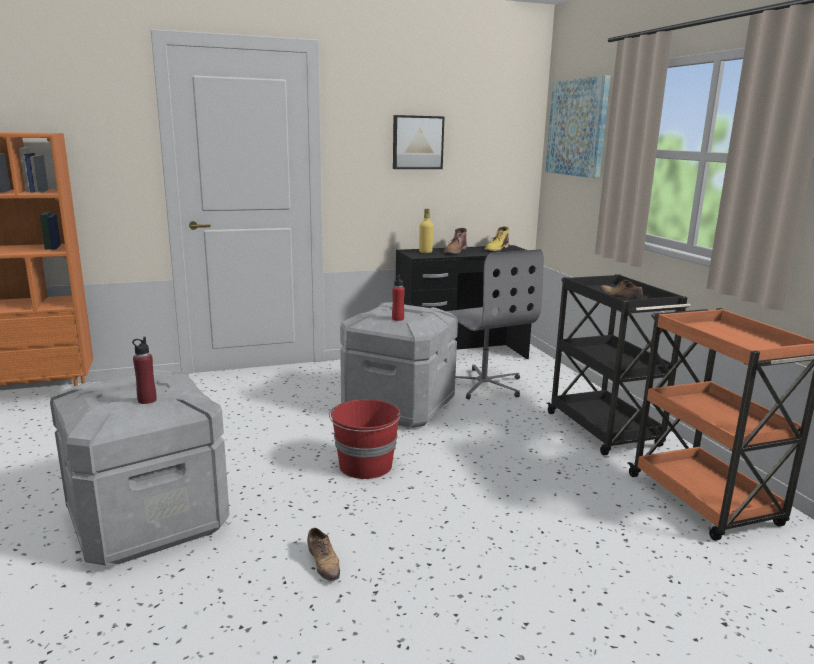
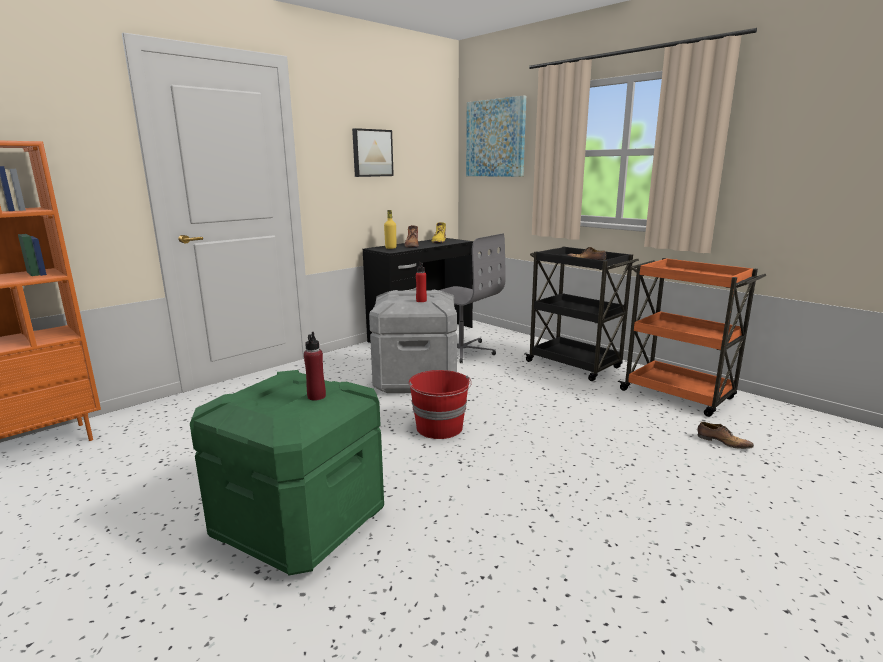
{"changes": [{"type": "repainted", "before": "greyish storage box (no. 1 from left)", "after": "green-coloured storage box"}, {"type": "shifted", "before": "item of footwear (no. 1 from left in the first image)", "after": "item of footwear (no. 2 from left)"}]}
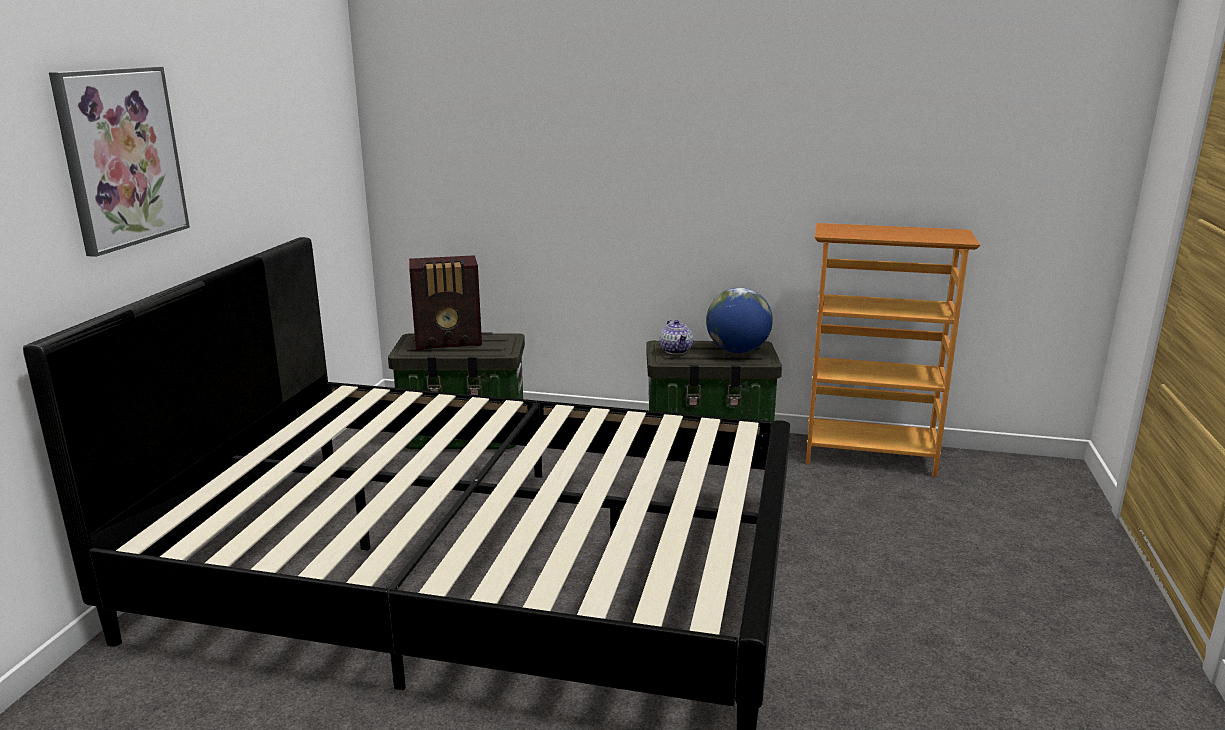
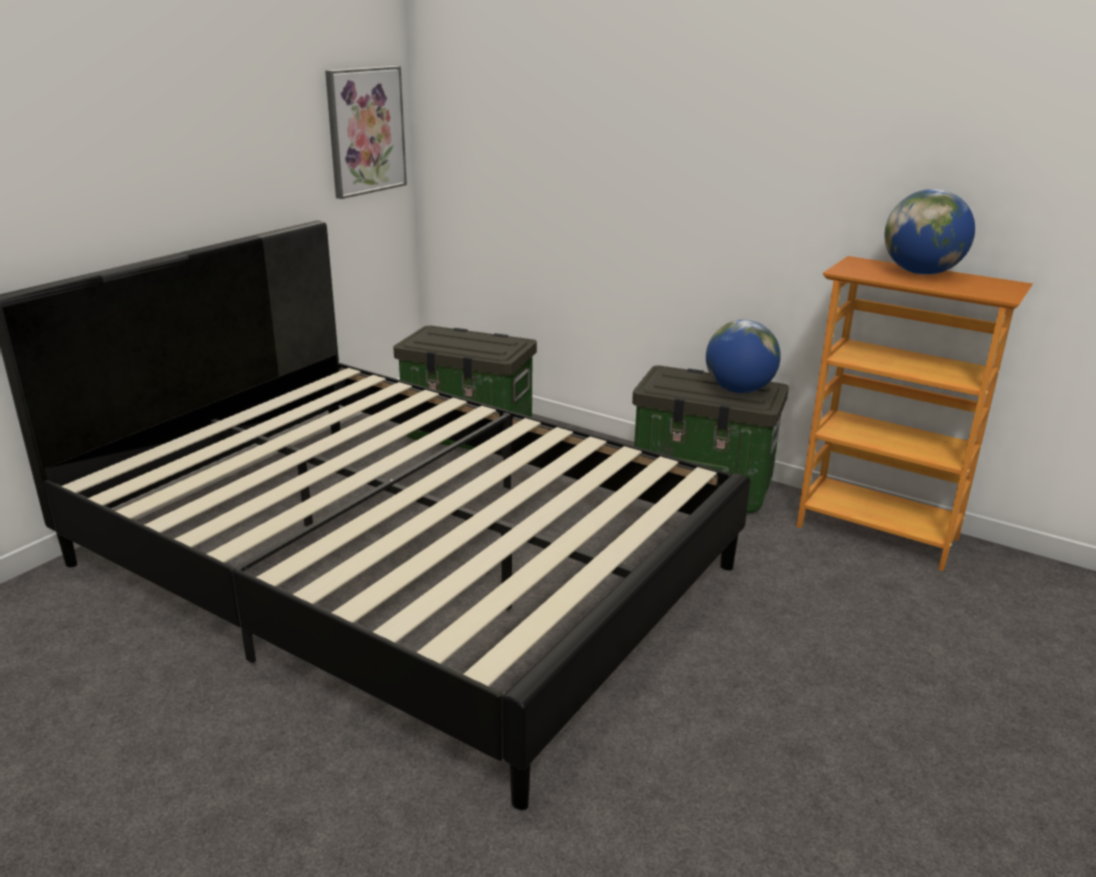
{"changes": [{"type": "shifted", "before": "picture"}, {"type": "gone", "before": "radio set"}, {"type": "gone", "before": "teapot"}, {"type": "new", "after": "world globe (no. 2 from left)"}]}
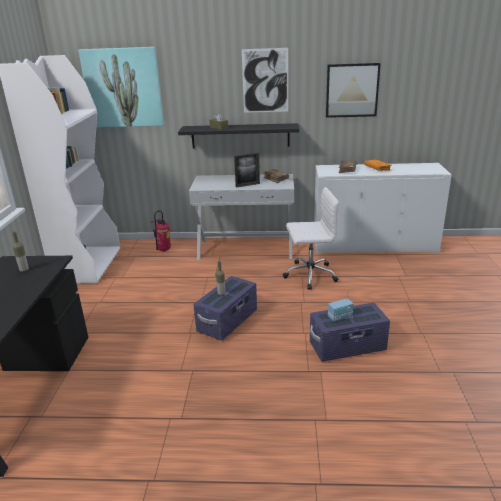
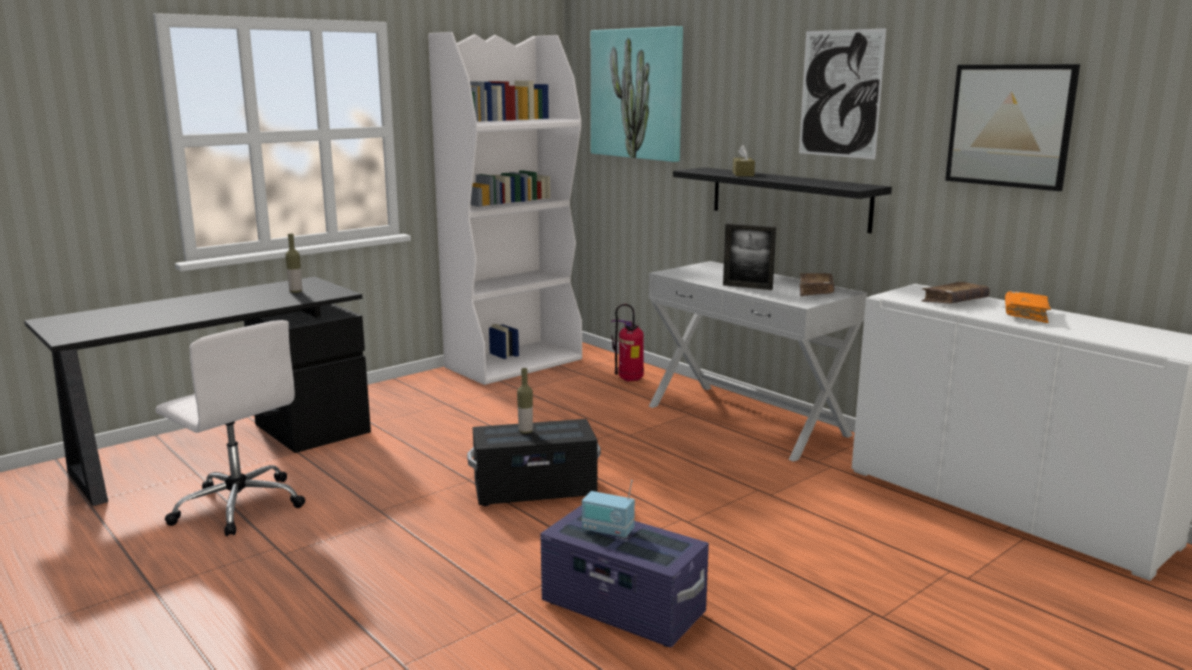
{"changes": [{"type": "shifted", "before": "whitish office chair"}, {"type": "repainted", "before": "purple storage box (no. 1 from left)", "after": "blackish storage box"}]}
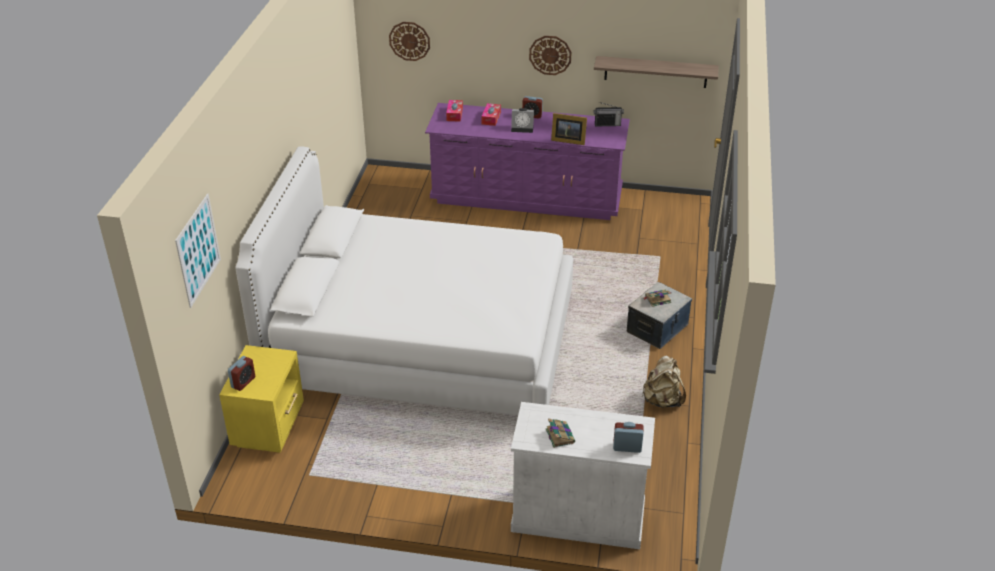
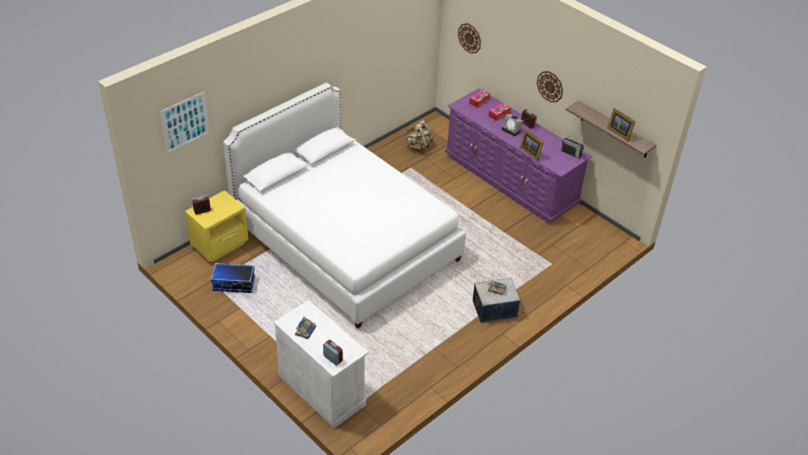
{"changes": [{"type": "shifted", "before": "sand-coloured rucksack"}, {"type": "new", "after": "standing frame (no. 2 from left)"}, {"type": "new", "after": "storage box (no. 1 from left)"}]}
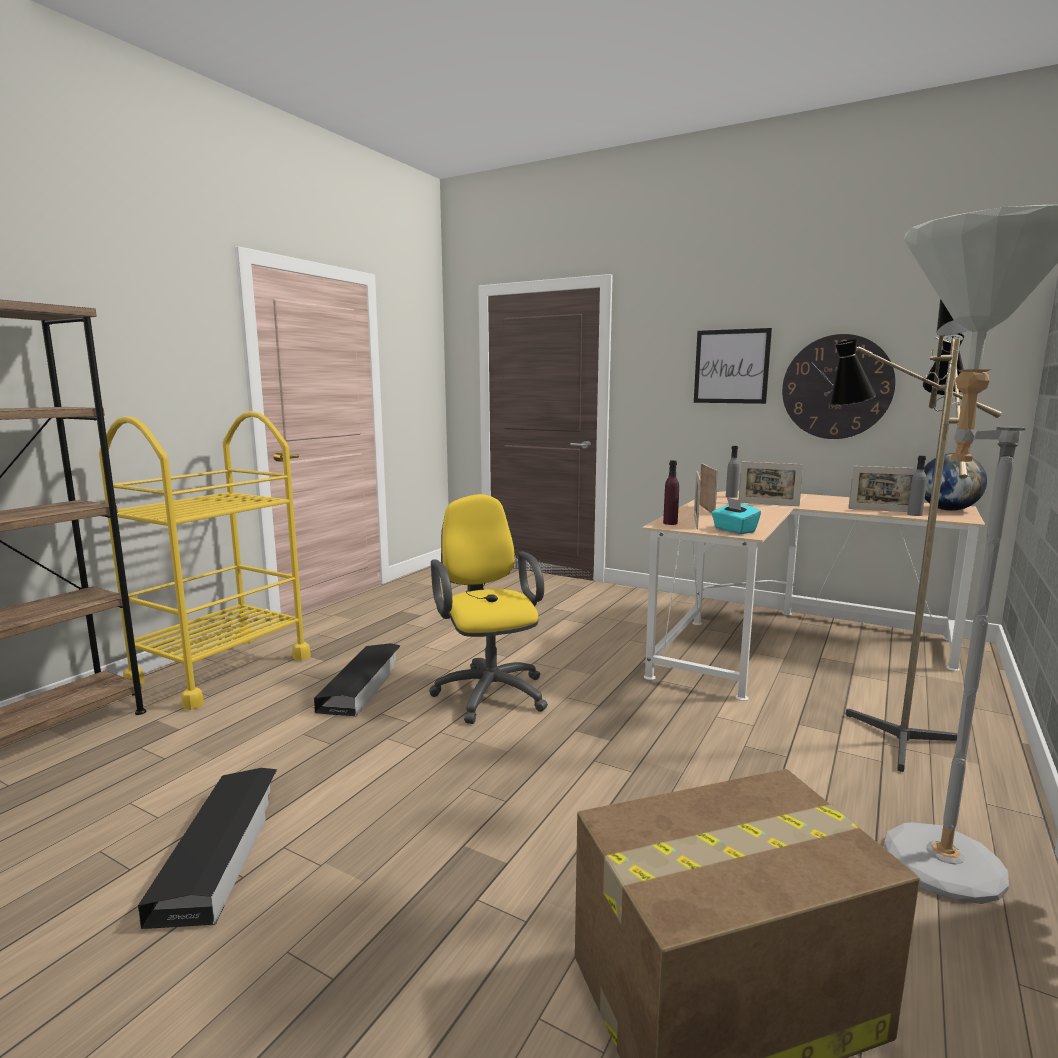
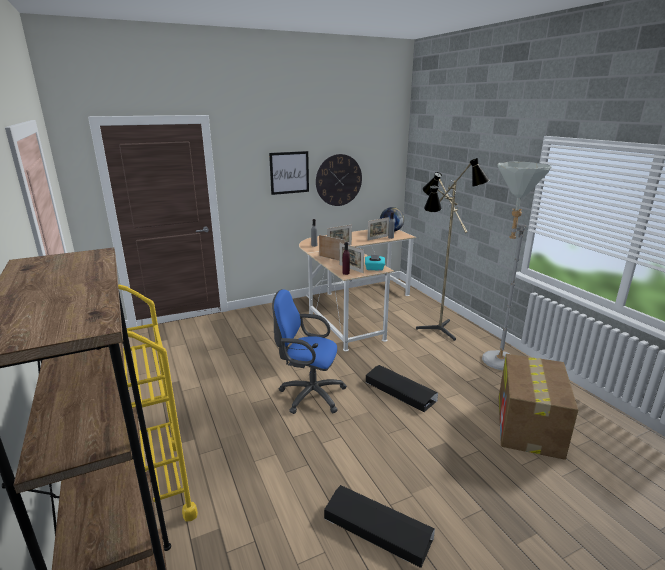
{"changes": [{"type": "repainted", "before": "yellow office chair", "after": "bluish office chair"}, {"type": "shifted", "before": "blackish storage box (no. 2 from left)"}]}
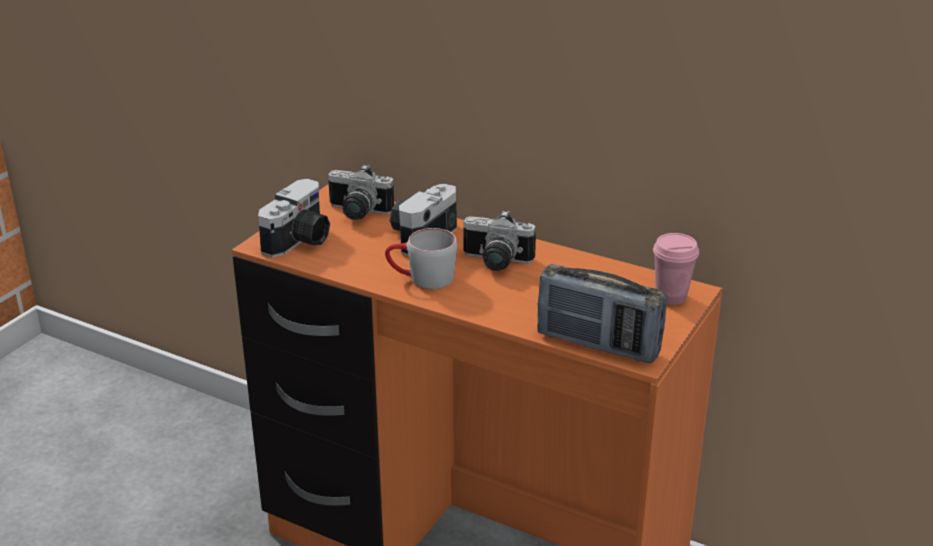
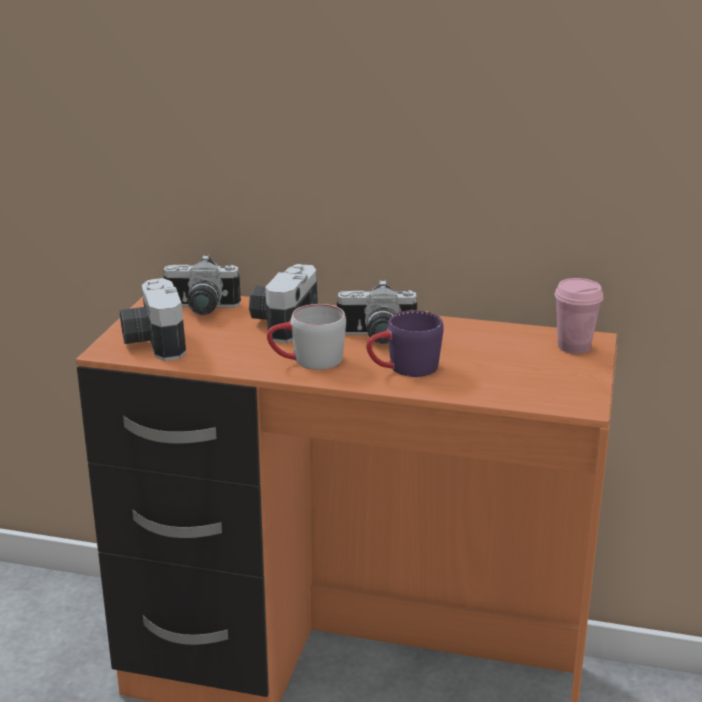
{"changes": [{"type": "rotated", "before": "still camera (no. 1 from left)", "turn": 150}, {"type": "gone", "before": "radio set"}, {"type": "new", "after": "purple mug"}]}
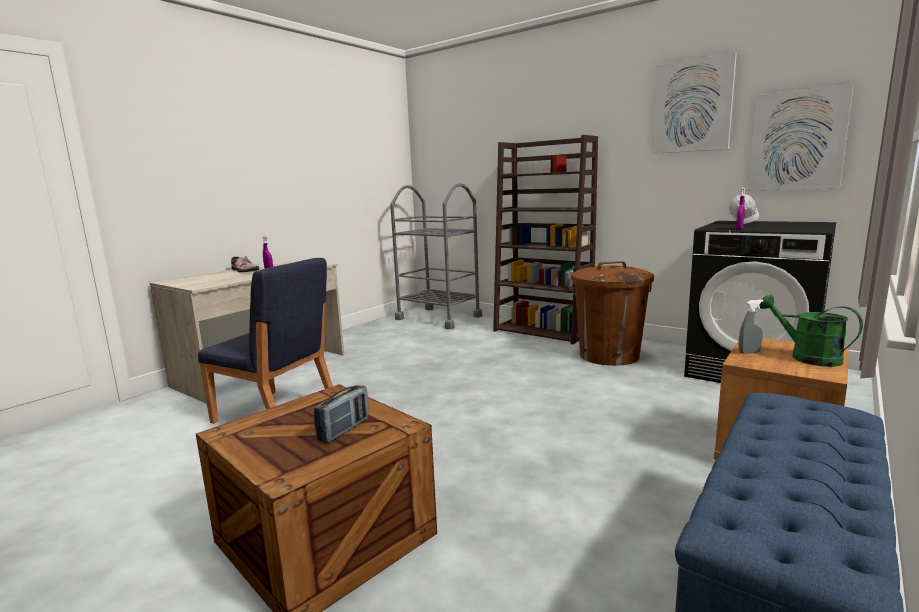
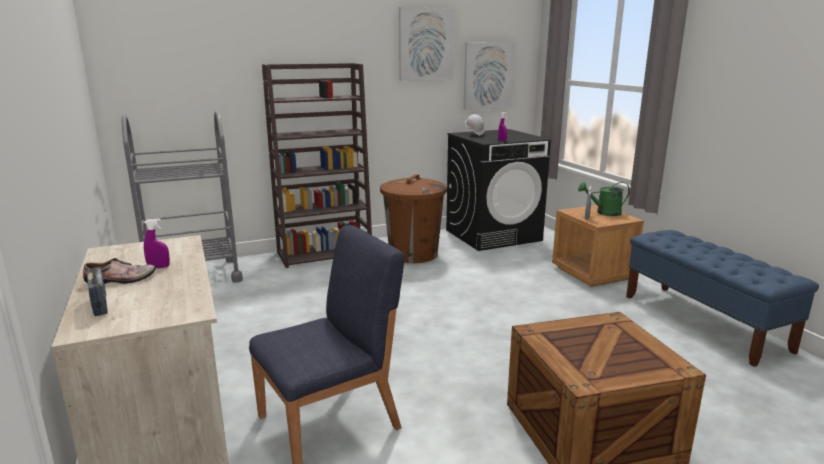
{"changes": [{"type": "shifted", "before": "radio set"}]}
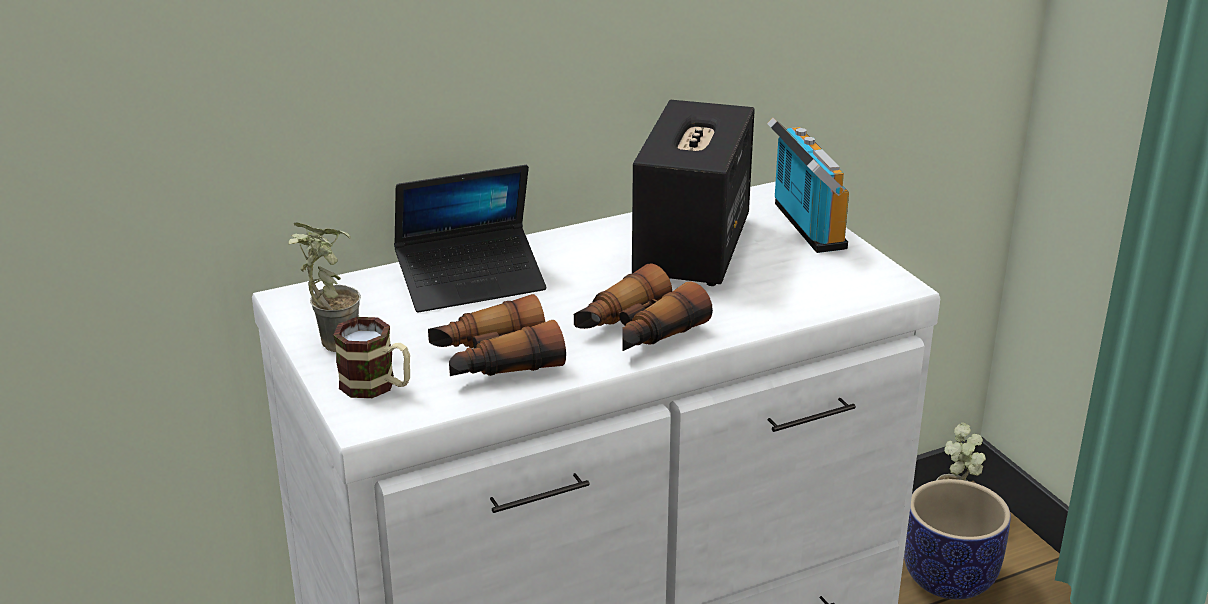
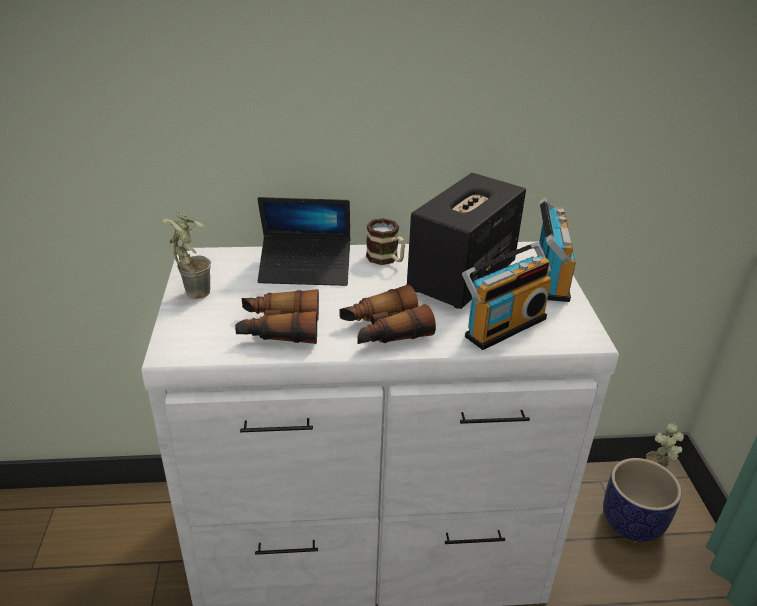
{"changes": [{"type": "shifted", "before": "mug"}, {"type": "new", "after": "radio set (no. 1 from left)"}]}
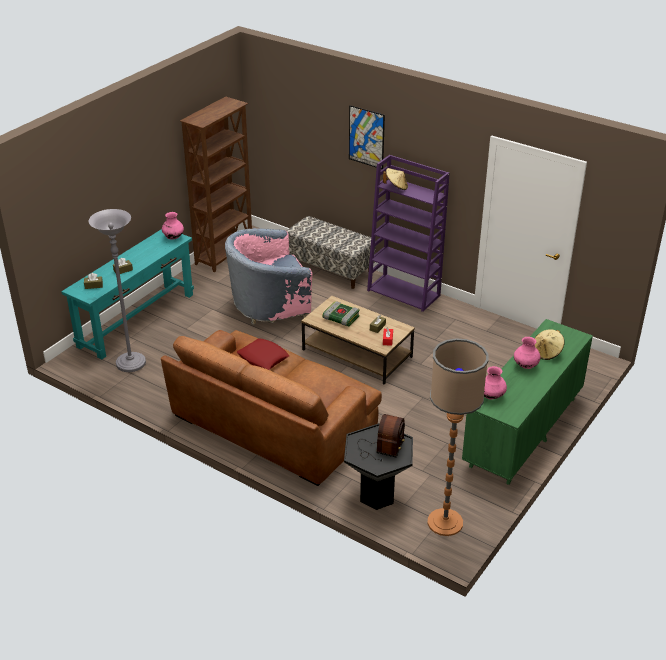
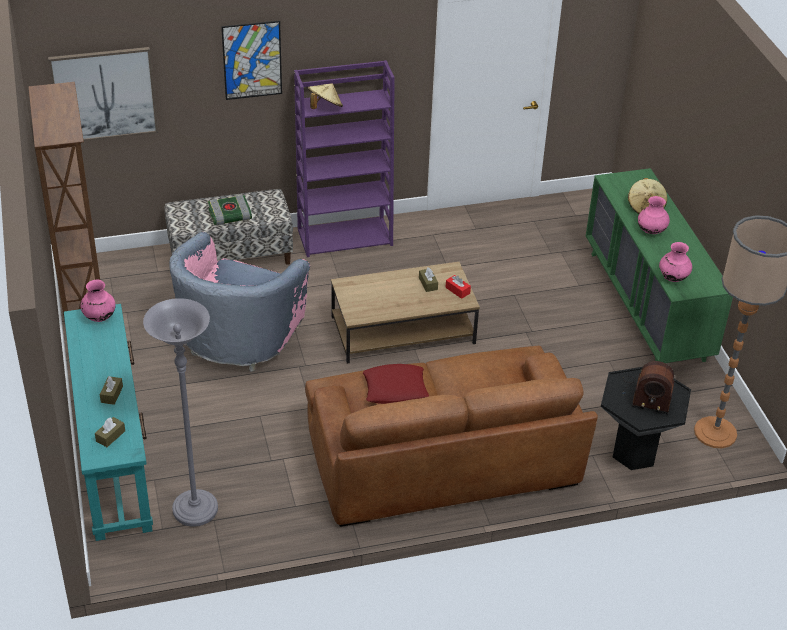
{"changes": [{"type": "shifted", "before": "book"}, {"type": "rotated", "before": "radio set", "turn": 135}, {"type": "new", "after": "picture (no. 1 from left)"}]}
